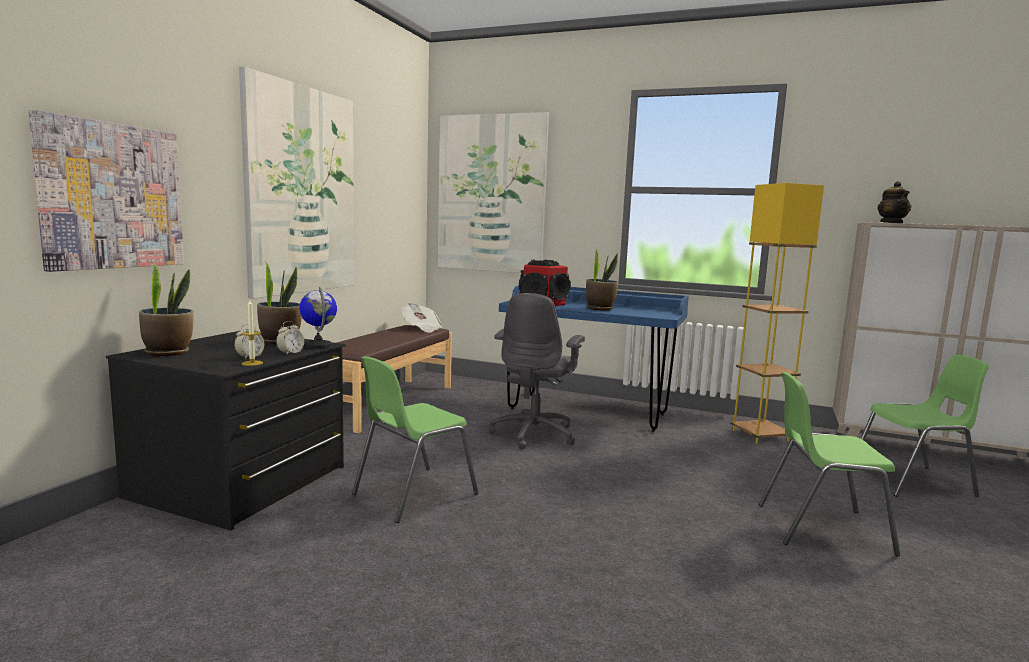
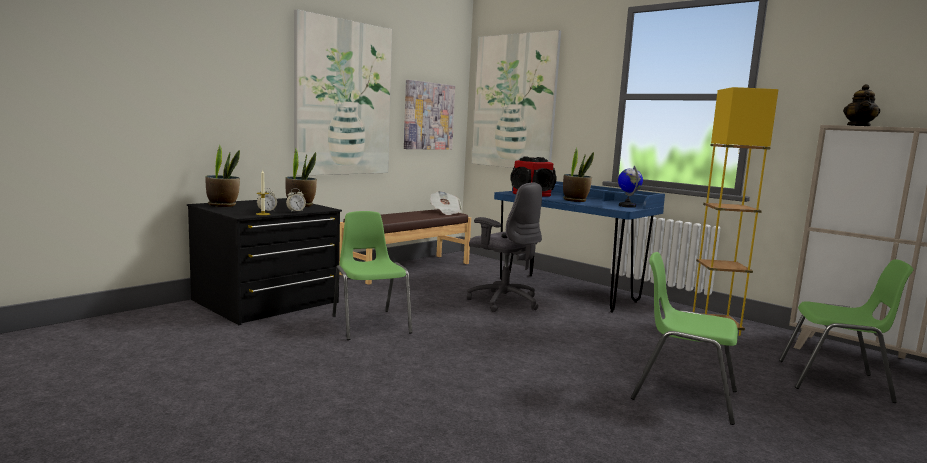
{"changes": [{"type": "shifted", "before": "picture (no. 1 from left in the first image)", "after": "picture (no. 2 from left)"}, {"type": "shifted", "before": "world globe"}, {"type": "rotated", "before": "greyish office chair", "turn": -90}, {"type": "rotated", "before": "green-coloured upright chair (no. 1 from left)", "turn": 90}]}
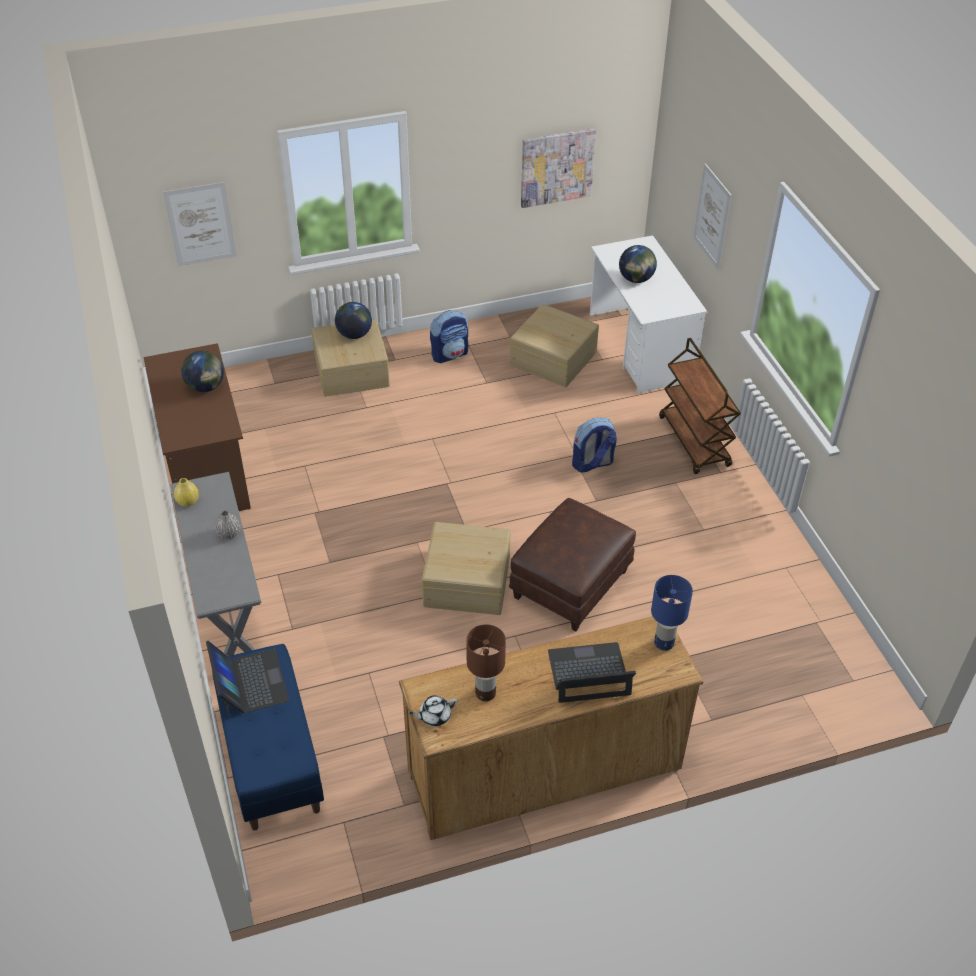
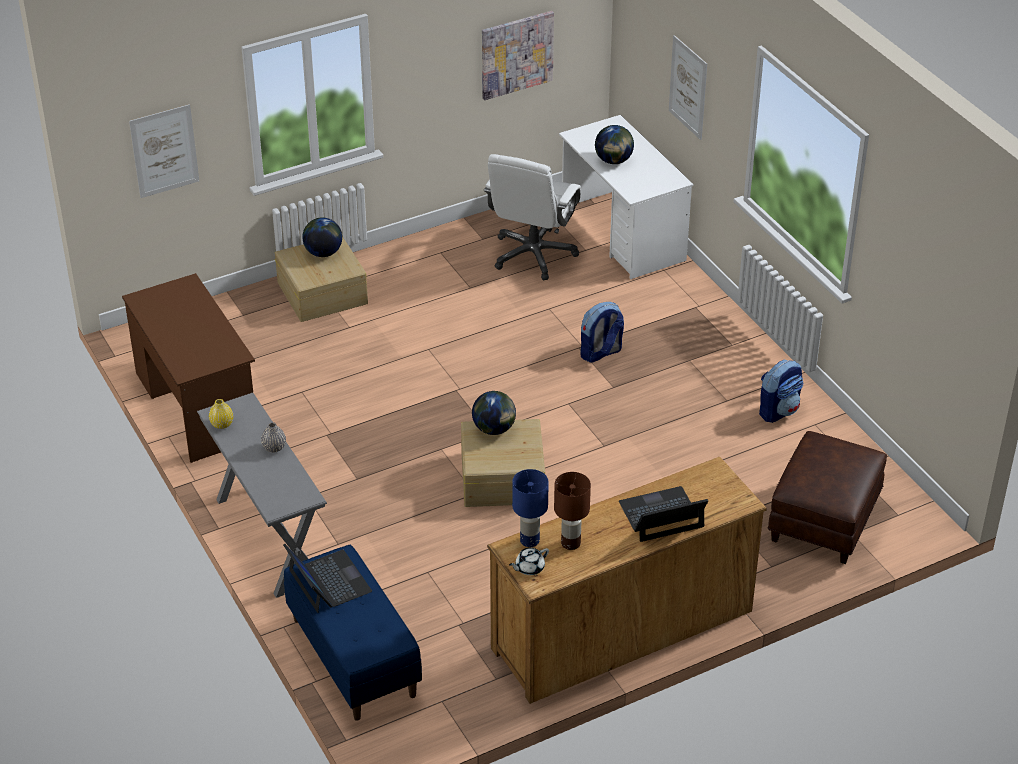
{"changes": [{"type": "swapped", "before": "sand-coloured storage box (no. 3 from left)", "after": "whitish office chair"}, {"type": "shifted", "before": "rucksack (no. 1 from left in the first image)", "after": "rucksack (no. 2 from left)"}, {"type": "gone", "before": "brown-coloured wheeled cart"}, {"type": "shifted", "before": "world globe (no. 1 from left in the first image)", "after": "world globe (no. 2 from left)"}, {"type": "shifted", "before": "brown-coloured footrest"}, {"type": "shifted", "before": "bluish lamp for a table"}]}
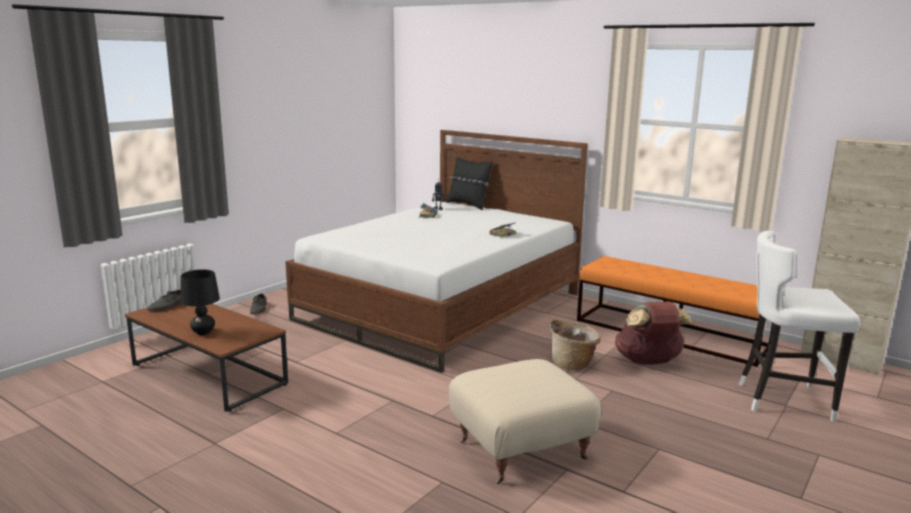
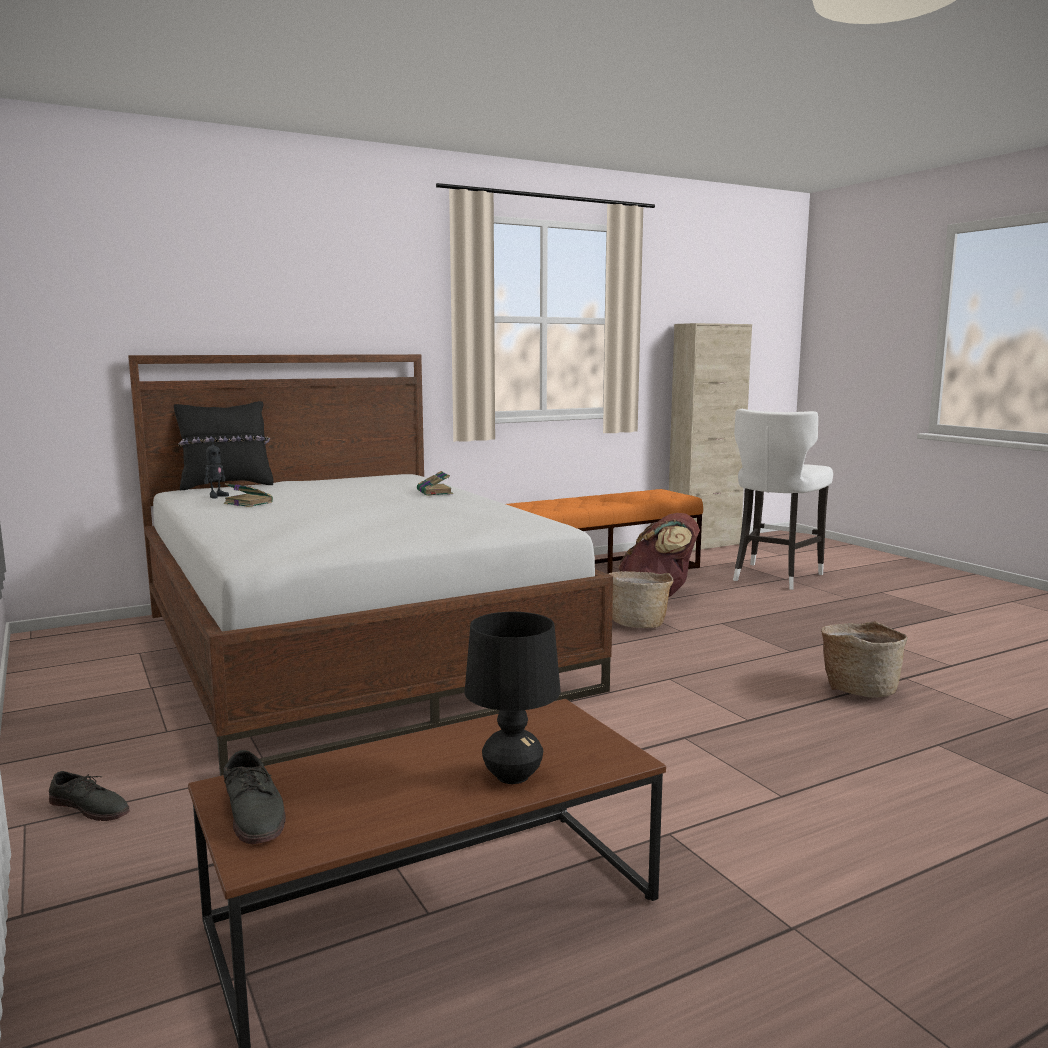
{"changes": [{"type": "swapped", "before": "sand-coloured footrest", "after": "basket (no. 2 from left)"}]}
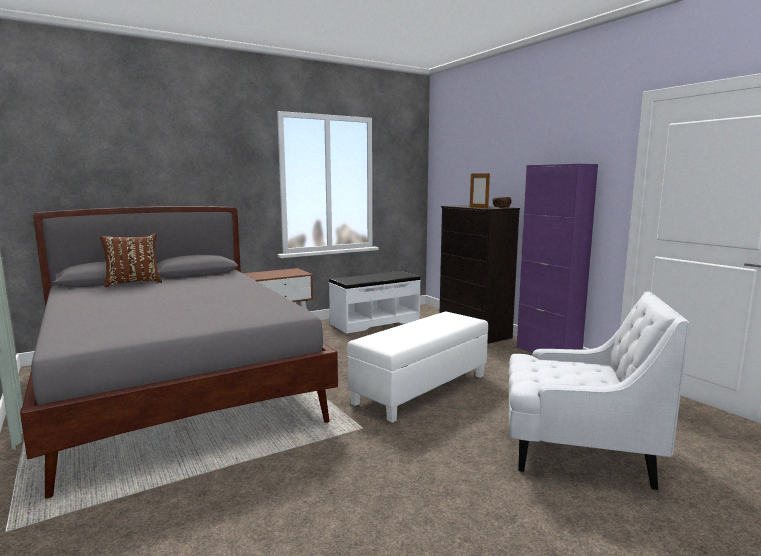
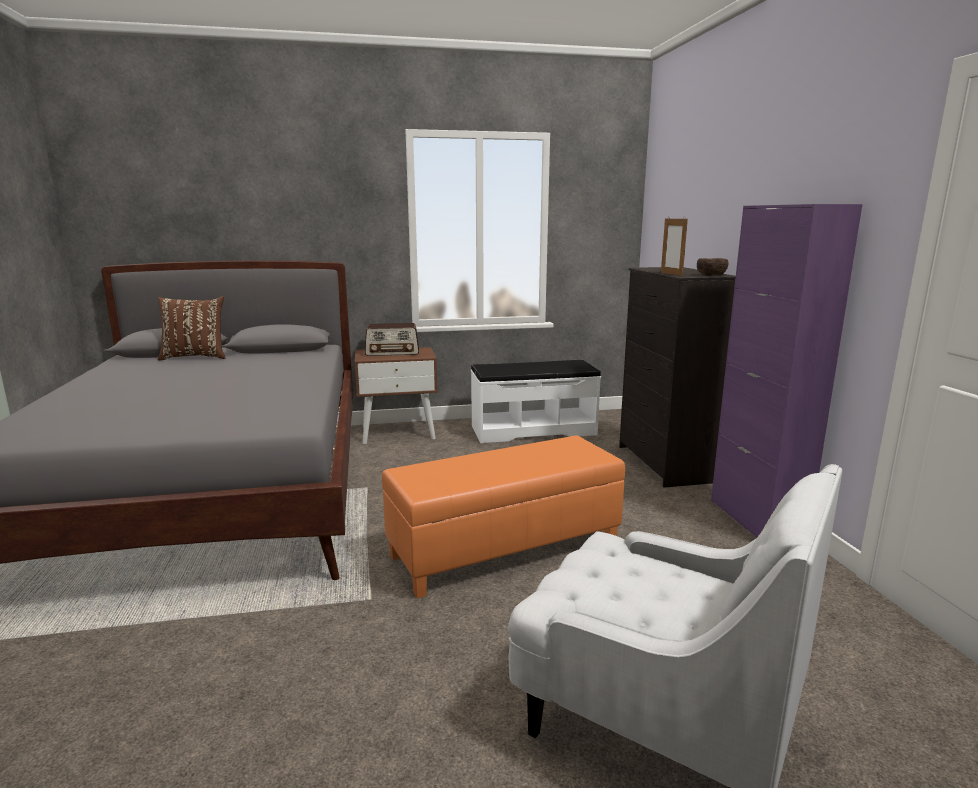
{"changes": [{"type": "repainted", "before": "whitish footrest", "after": "orange footrest"}, {"type": "new", "after": "radio set"}]}
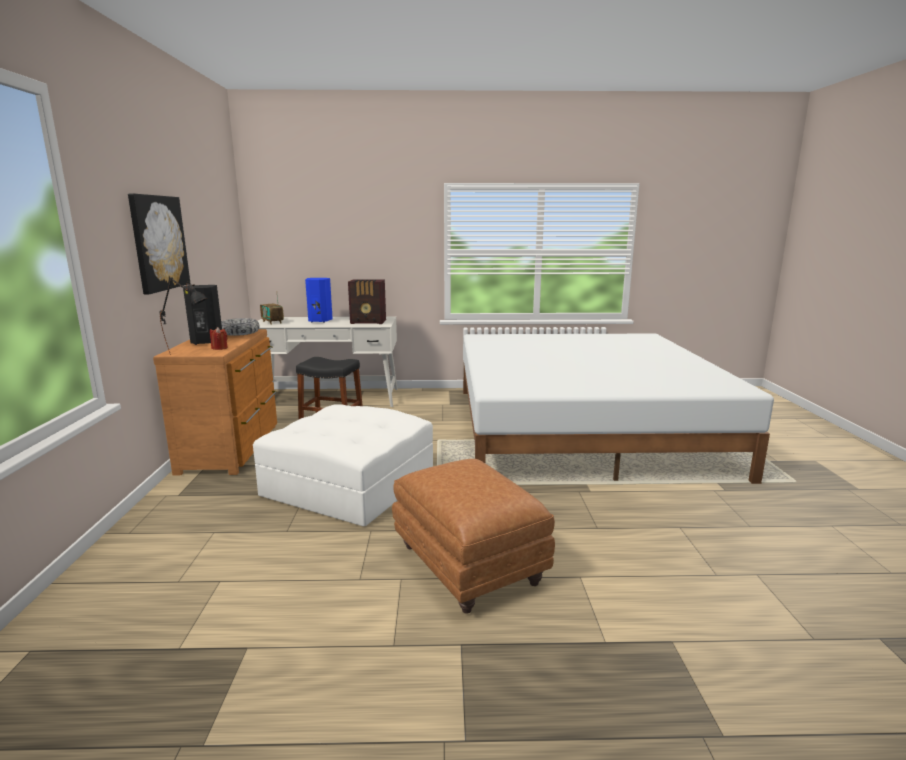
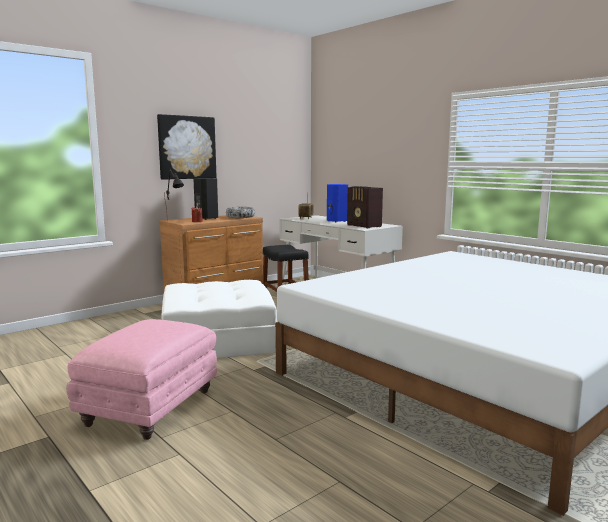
{"changes": [{"type": "repainted", "before": "brown-coloured footrest", "after": "pink footrest"}]}
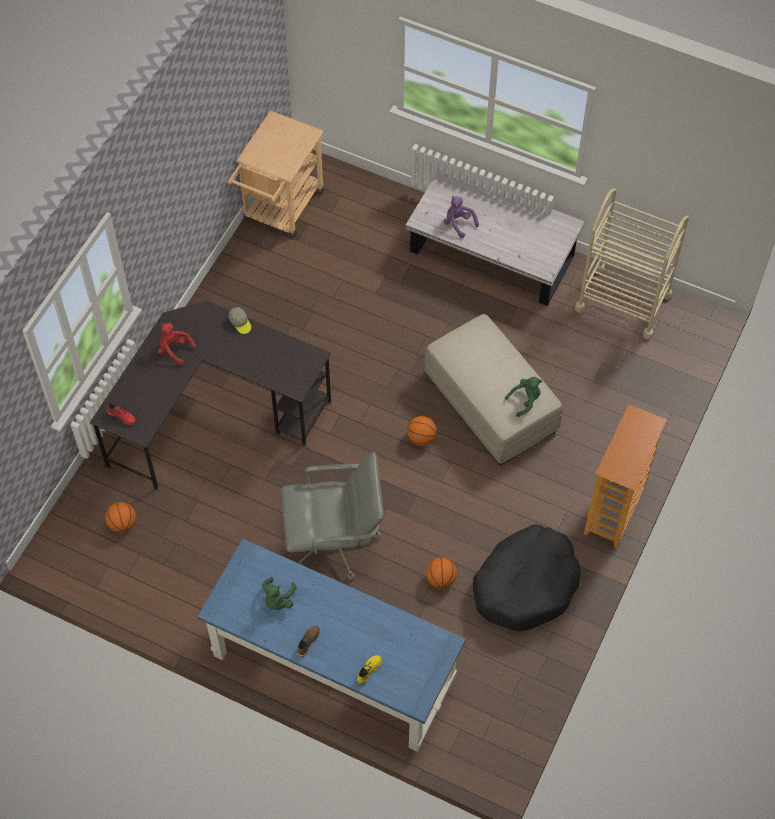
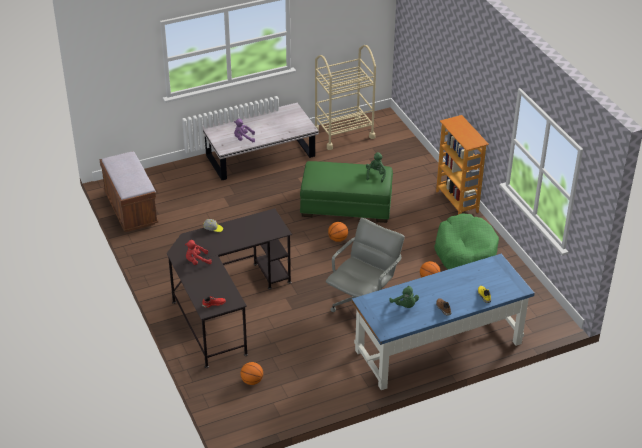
{"changes": [{"type": "swapped", "before": "sand-coloured wheeled cart (no. 1 from left)", "after": "brown-coloured bench"}, {"type": "repainted", "before": "sand-coloured footrest", "after": "green-coloured footrest"}, {"type": "repainted", "before": "blackish dog cushion", "after": "green-coloured dog cushion"}]}
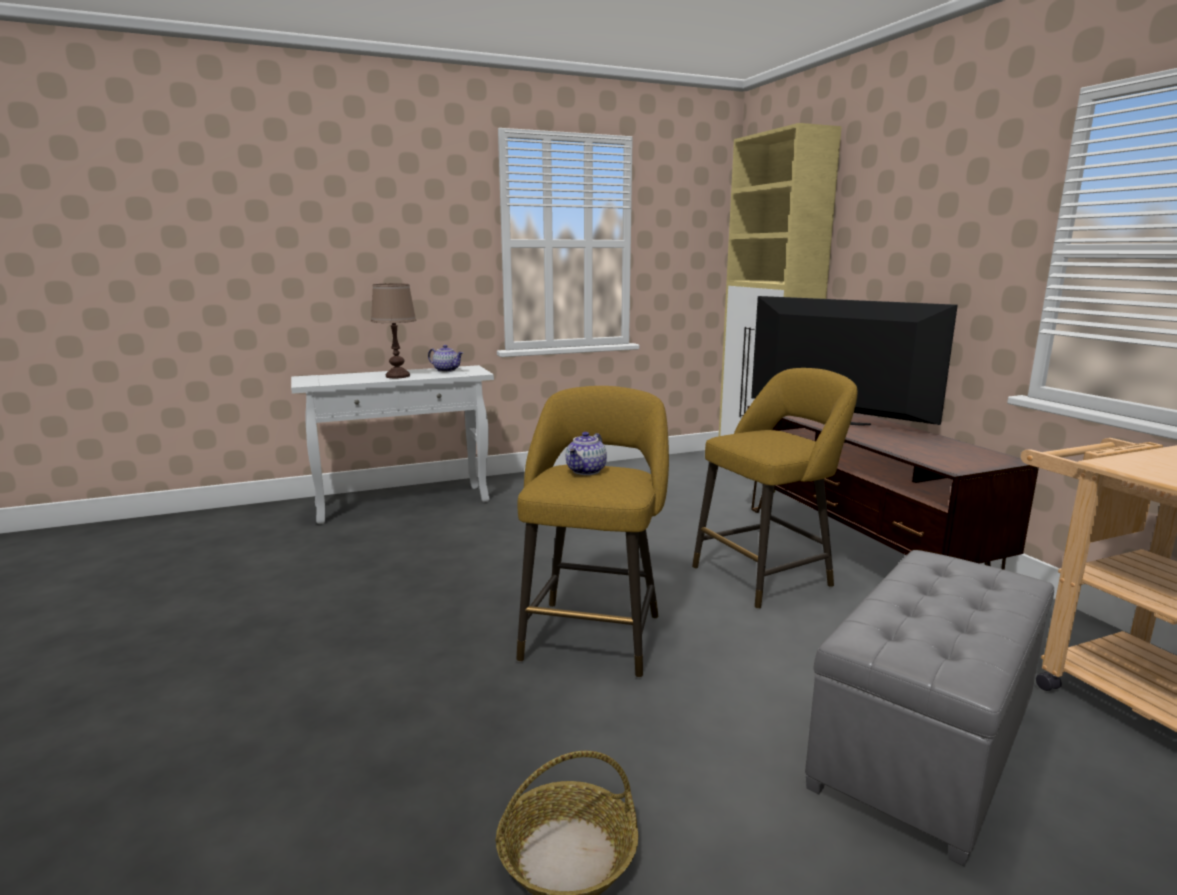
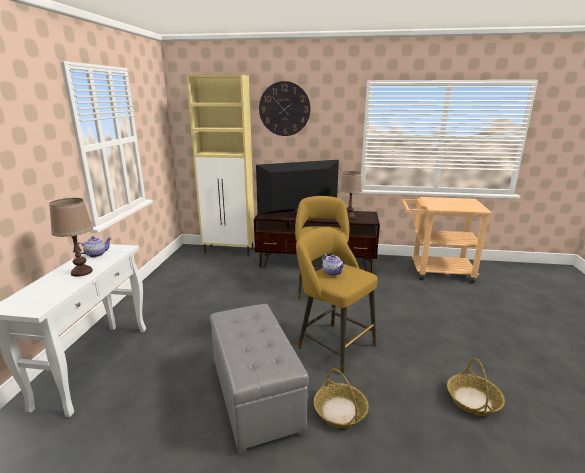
{"changes": [{"type": "shifted", "before": "greyish footrest"}, {"type": "new", "after": "clock on the wall"}, {"type": "new", "after": "brown-coloured lamp for a table (no. 2 from left)"}, {"type": "new", "after": "basket (no. 1 from left)"}]}
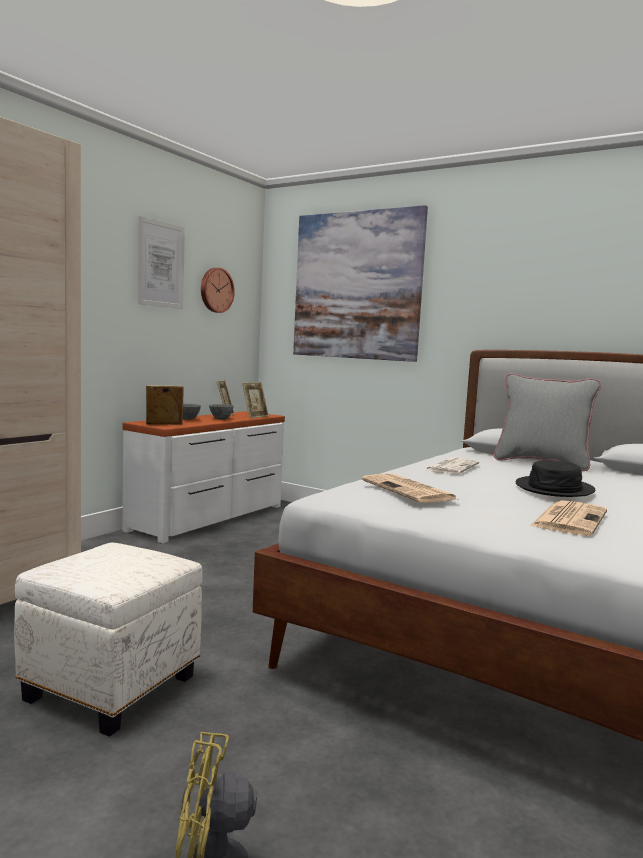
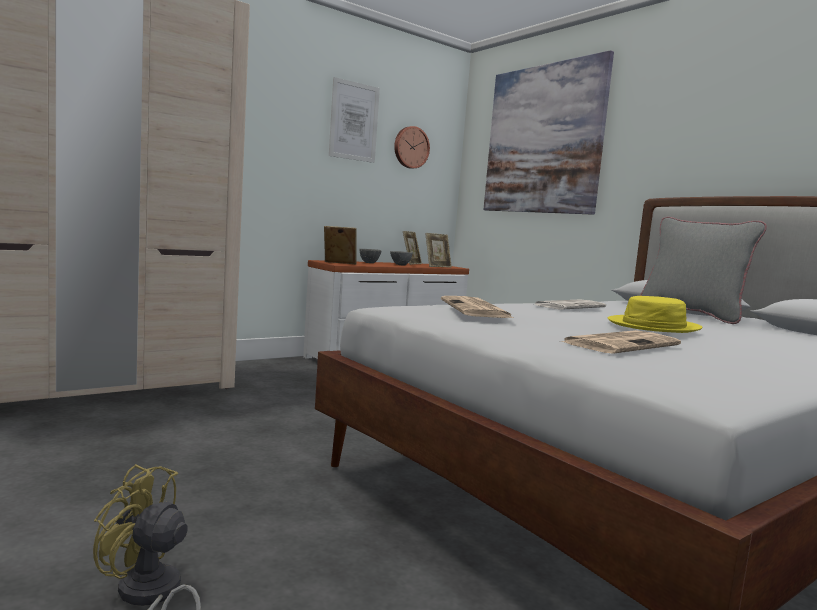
{"changes": [{"type": "repainted", "before": "blackish clothing hat", "after": "yellow clothing hat"}, {"type": "gone", "before": "whitish footrest"}]}
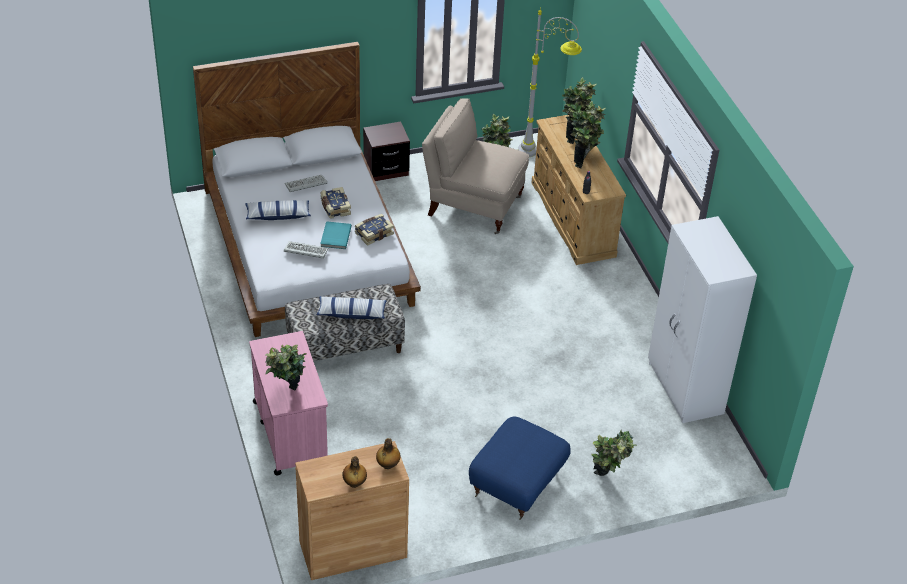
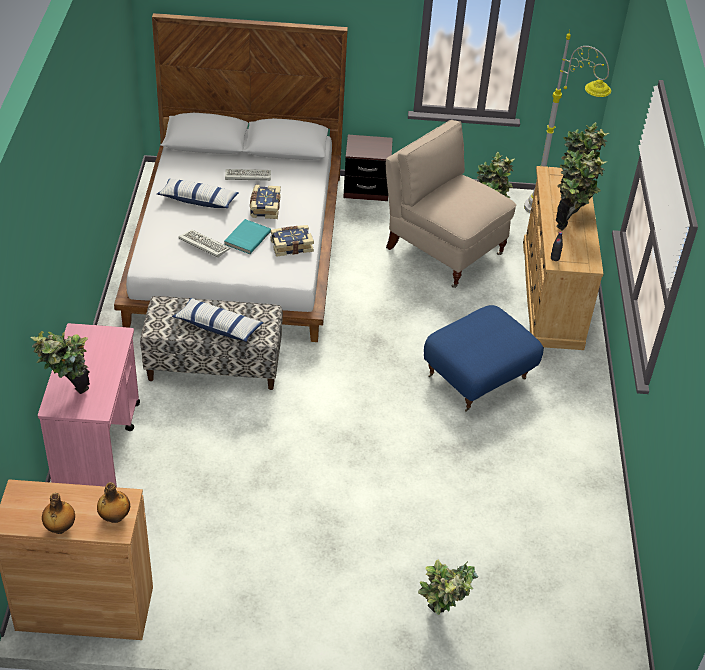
{"changes": [{"type": "gone", "before": "whitish clothes cupboard"}, {"type": "shifted", "before": "bluish footrest"}]}
